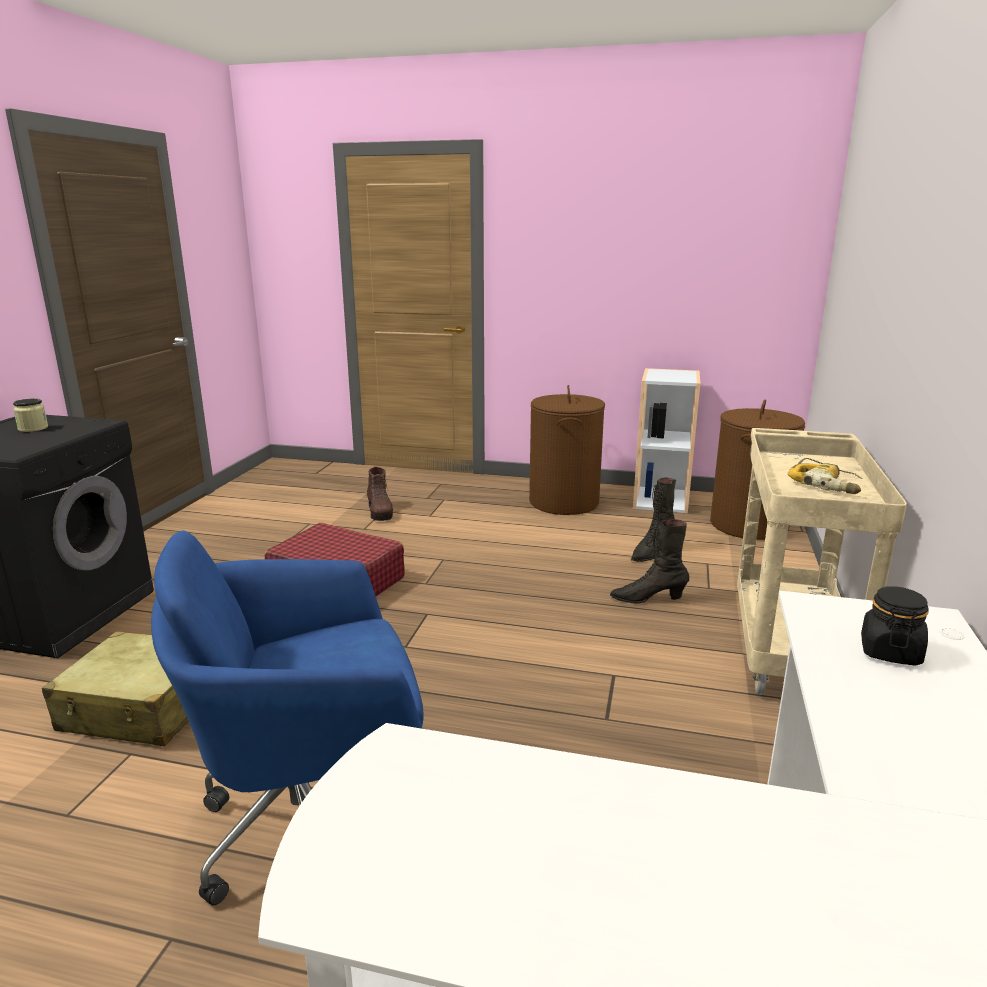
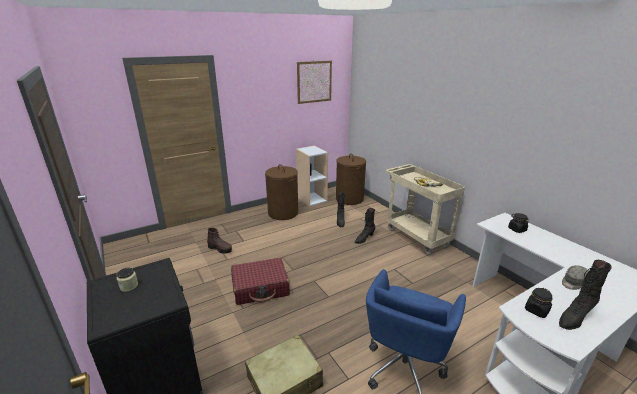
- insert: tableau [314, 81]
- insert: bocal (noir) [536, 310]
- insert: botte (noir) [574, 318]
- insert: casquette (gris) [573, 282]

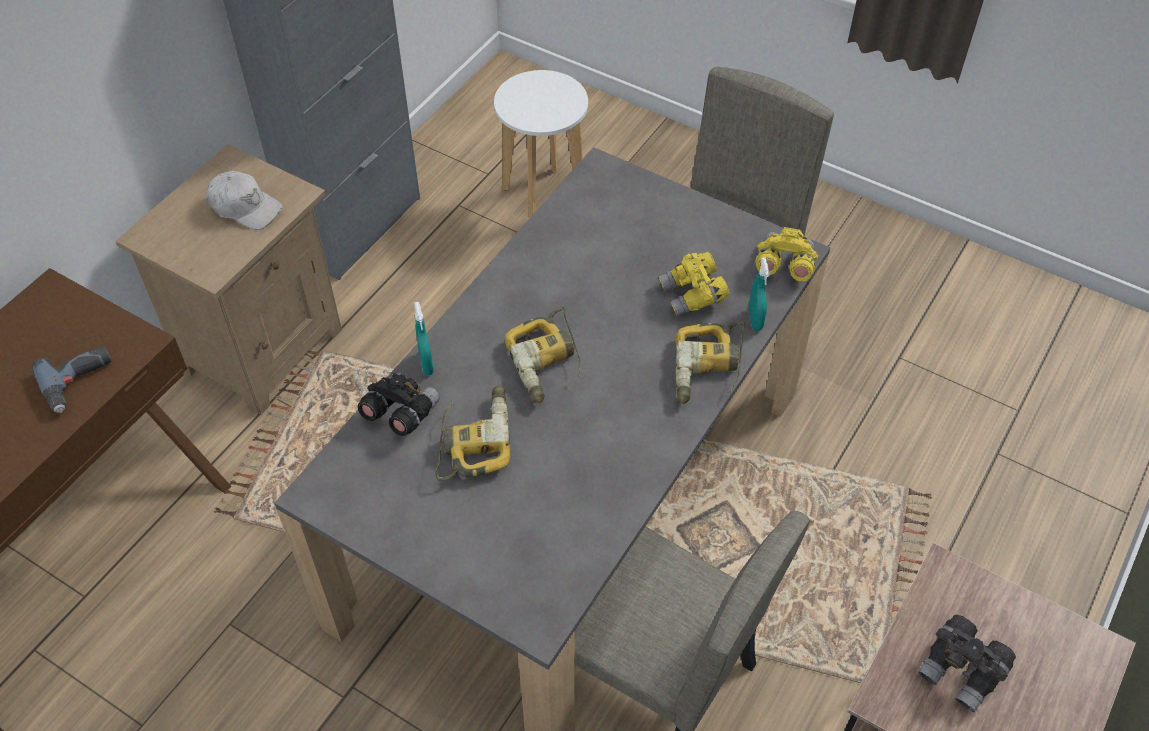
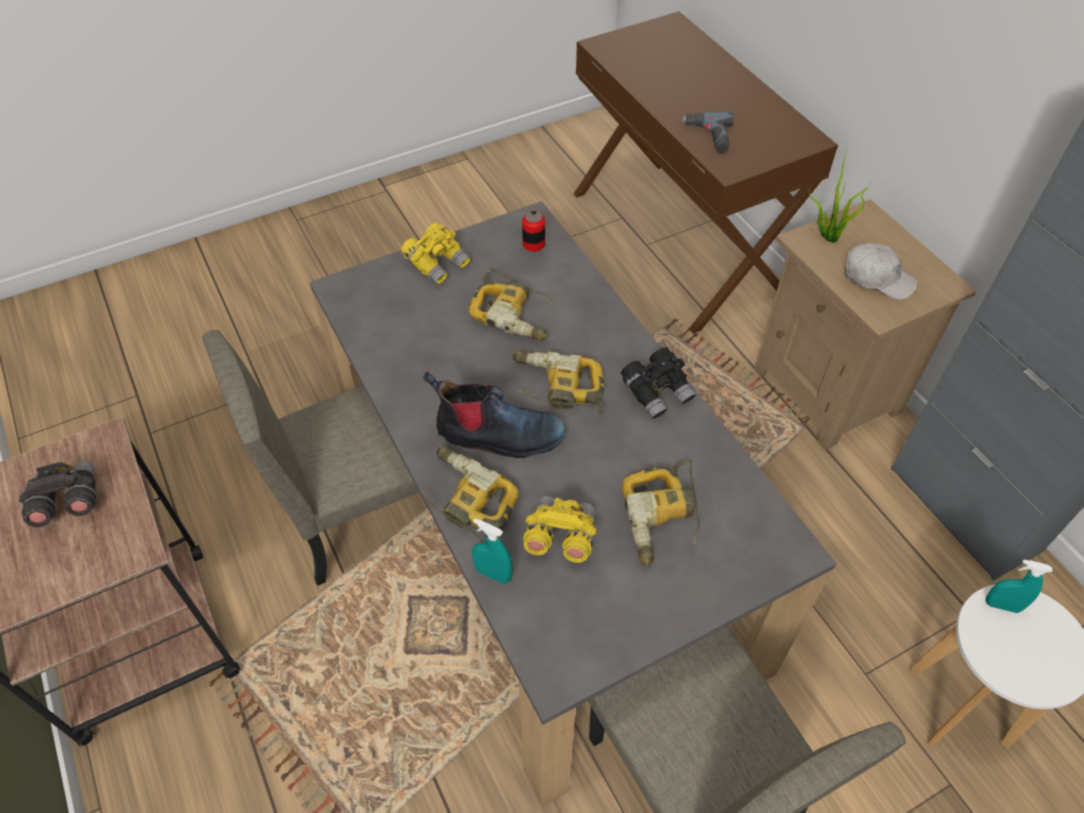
- rotate: casquette (blanc) [245, 207] = [877, 278] 120 degrees counterclockwise
- move: jumelles (noir) [400, 413] to [657, 392]
- move: vaporisateur (turquoise) [426, 364] to [1002, 605]
- move: jumelles (jaune) [783, 266] to [437, 263]
- insert: botte [498, 436]
- insert: boîte métallique [533, 244]
- insert: perceuse [663, 518]
- insert: plante en pot [828, 236]

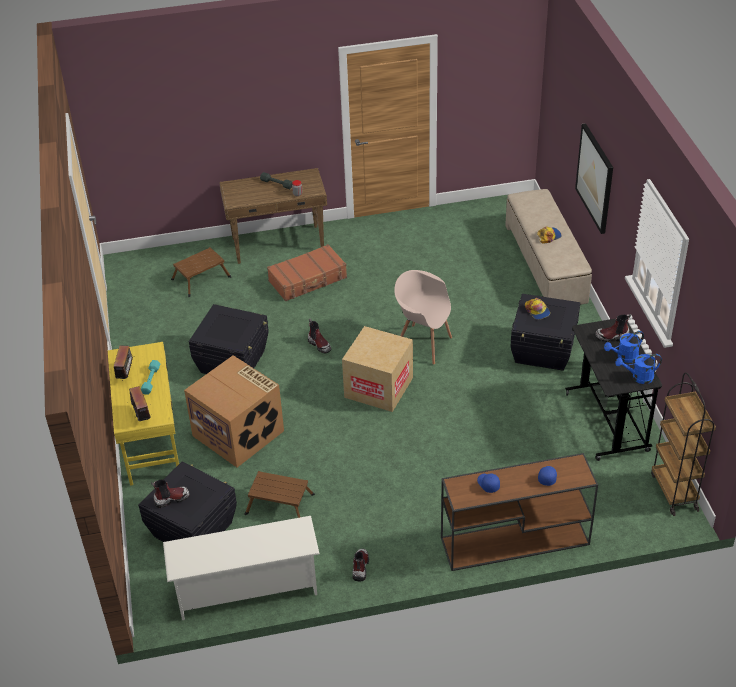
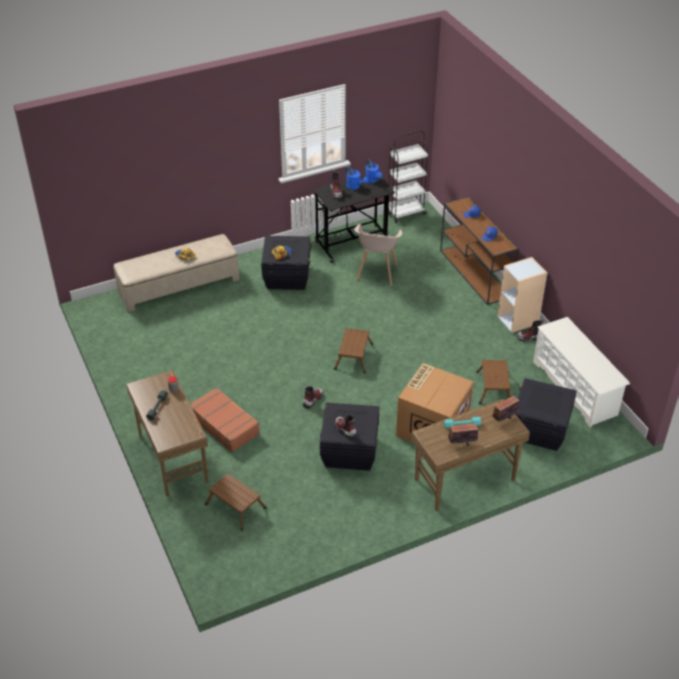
- recolor: table console (jaune) [151, 443] to table console (marron) [464, 480]
- move: botte [171, 499] to [345, 430]
- replace: carton [378, 387] to escabeau (marron) [353, 356]
- move: chaise (beige) [422, 344] to [377, 273]
- delete: tableau [595, 178]
- recolor: chariot (marron) [674, 492] to chariot (blanc) [405, 214]
- insert: bibliothèque [518, 320]

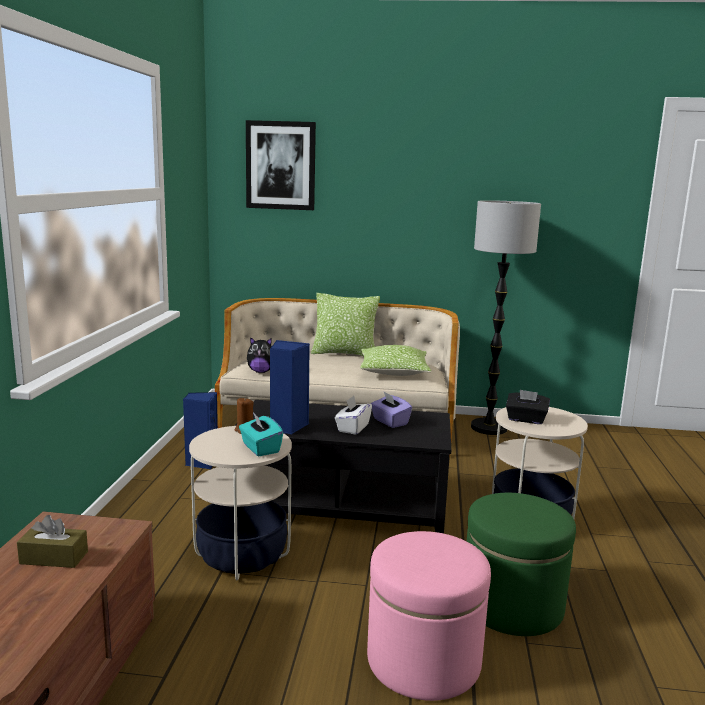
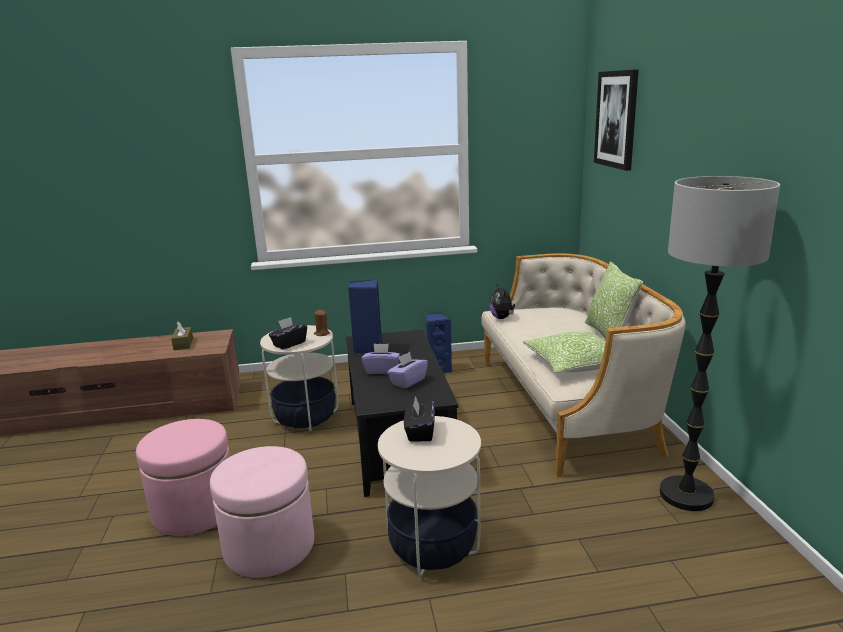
- recolor: boîte à mouchoirs (turquoise) [260, 448] to boîte à mouchoirs (noir) [289, 344]
- recolor: boîte à mouchoirs (blanc) [352, 428] to boîte à mouchoirs (violet) [382, 370]
- recolor: pouf (vert) [512, 605] to pouf (rose) [269, 546]

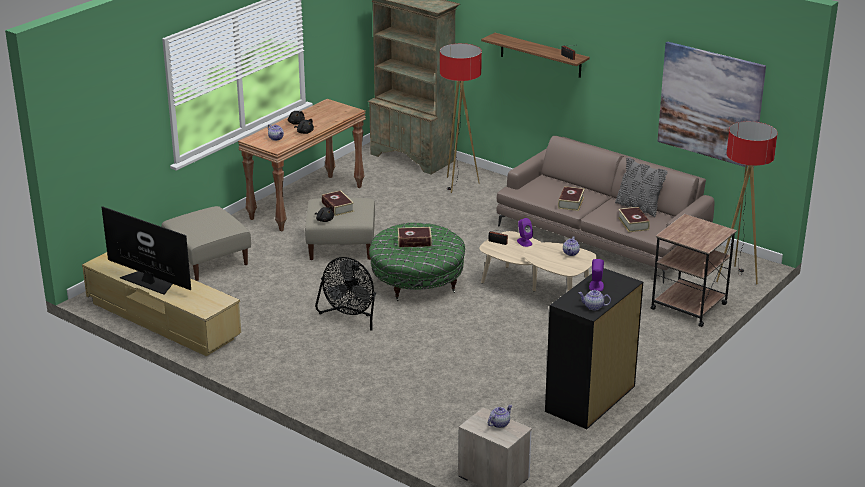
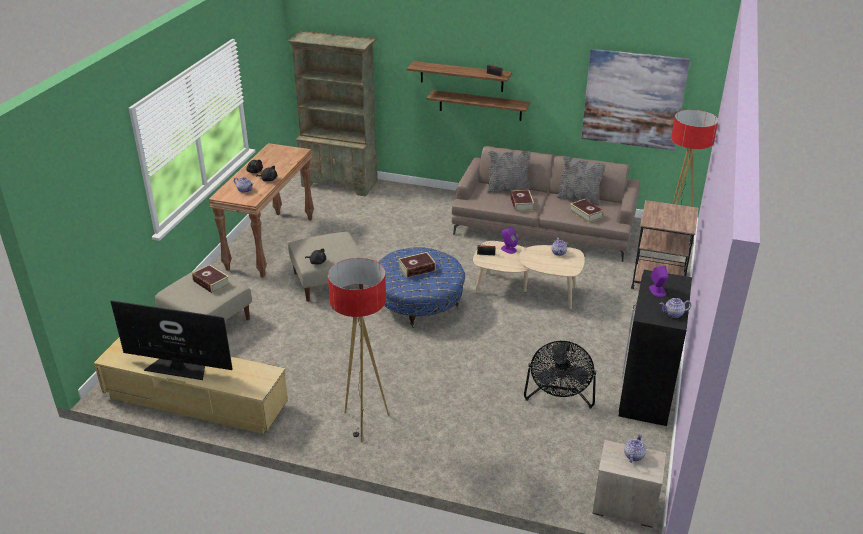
- move: ventilateur (noir) [350, 315] to [556, 394]
- move: livre [337, 207] to [211, 283]
- recolor: pouf (vert) [417, 282] to pouf (bleu) [419, 304]
- move: lampadaire [459, 184] to [365, 423]
- insert: étagère [480, 105]
- insert: coussin (gris) [508, 190]

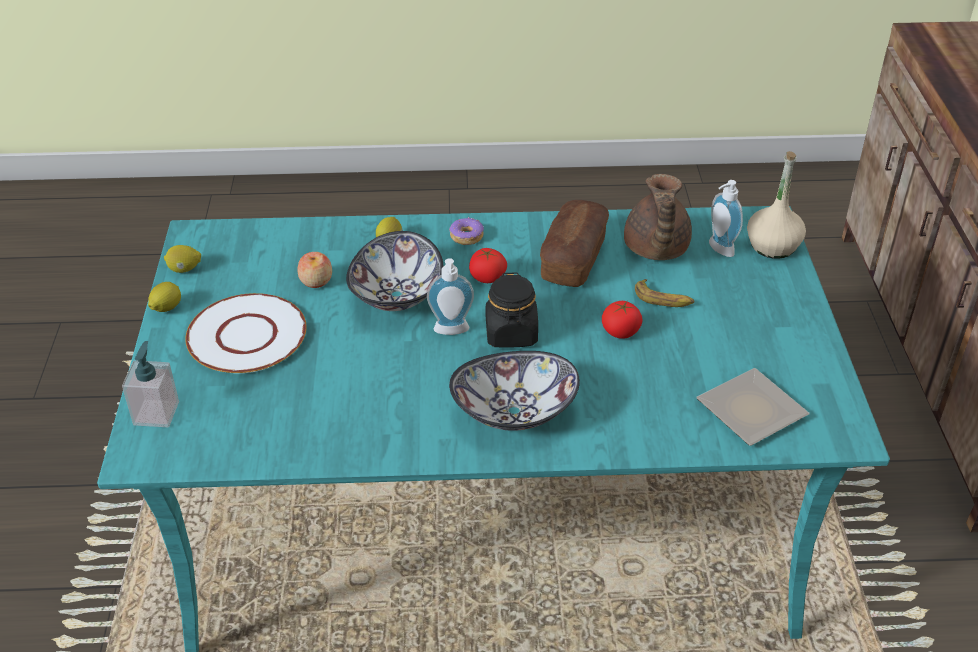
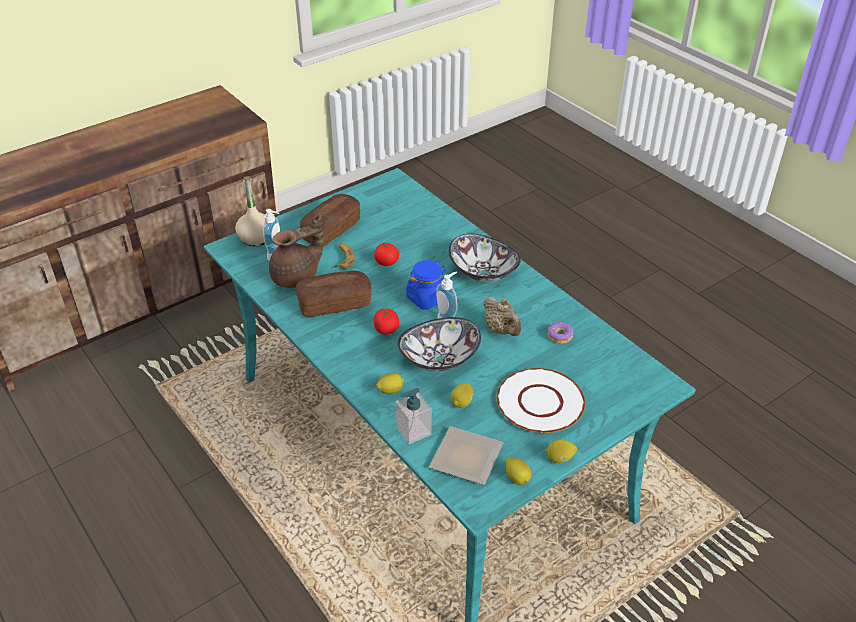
- move: distributeur de savon [156, 413] to [413, 431]
- replace: pomme [316, 281] to citron [462, 402]
- move: beignet [466, 236] to [560, 336]
- recolor: bocal (noir) [511, 334] to bocal (bleu) [427, 298]
- move: assiette [751, 413] to [469, 457]
- insert: pain [331, 230]
- insert: théière (beige) [502, 330]

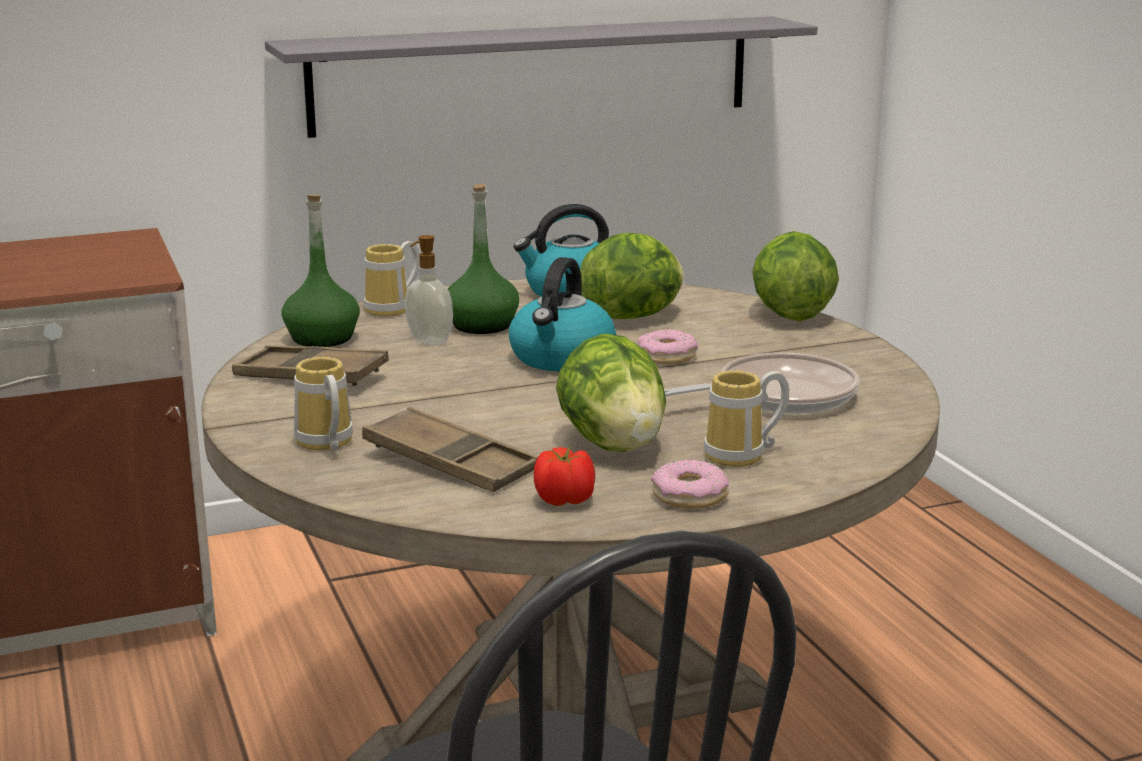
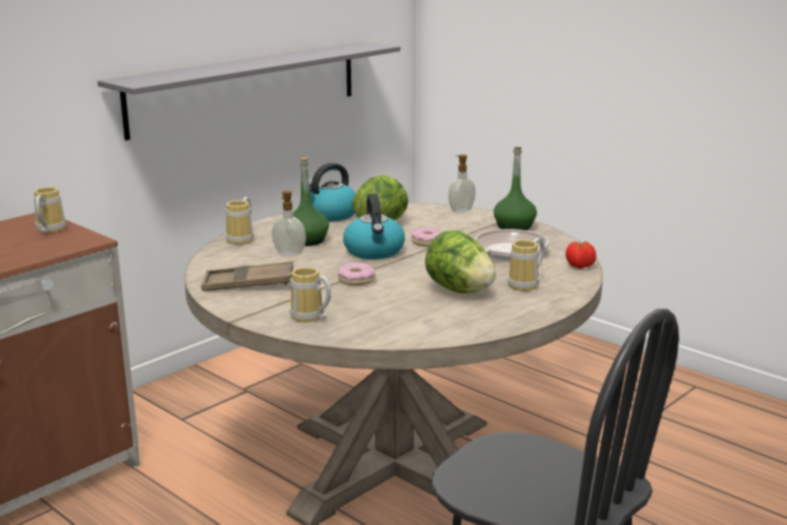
- move: bouteille (vert) [322, 338] to [514, 227]
- delete: plateau (marron) [450, 462]
- move: tomate [565, 500] to [580, 266]
- move: beignet [690, 496] to [356, 280]
- replace: laitue [789, 315] to distributeur de savon [461, 211]
- insert: mug [48, 230]

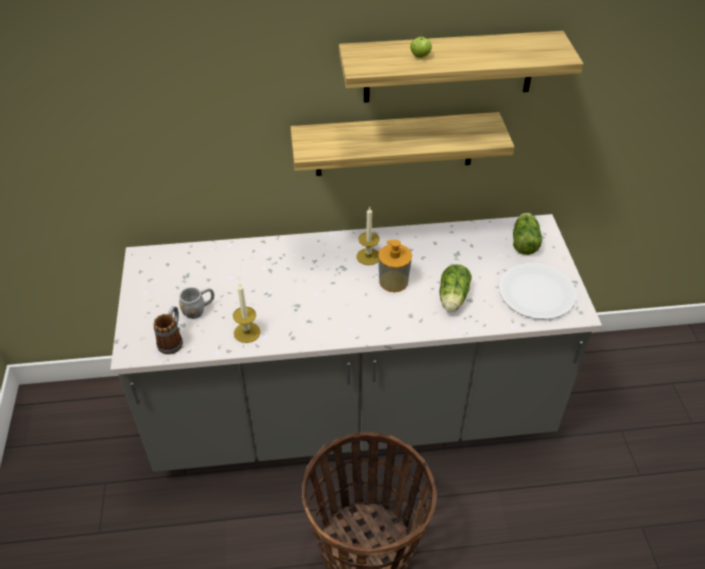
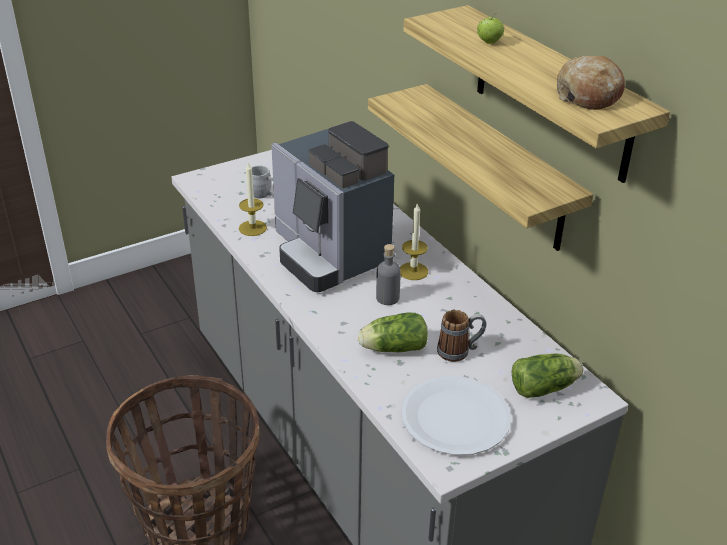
- move: mug [173, 340] to [460, 351]
- replace: distributeur de savon [393, 281] to bouteille (gris) [387, 298]
- insert: machine à café [328, 254]
- insert: pain [588, 96]

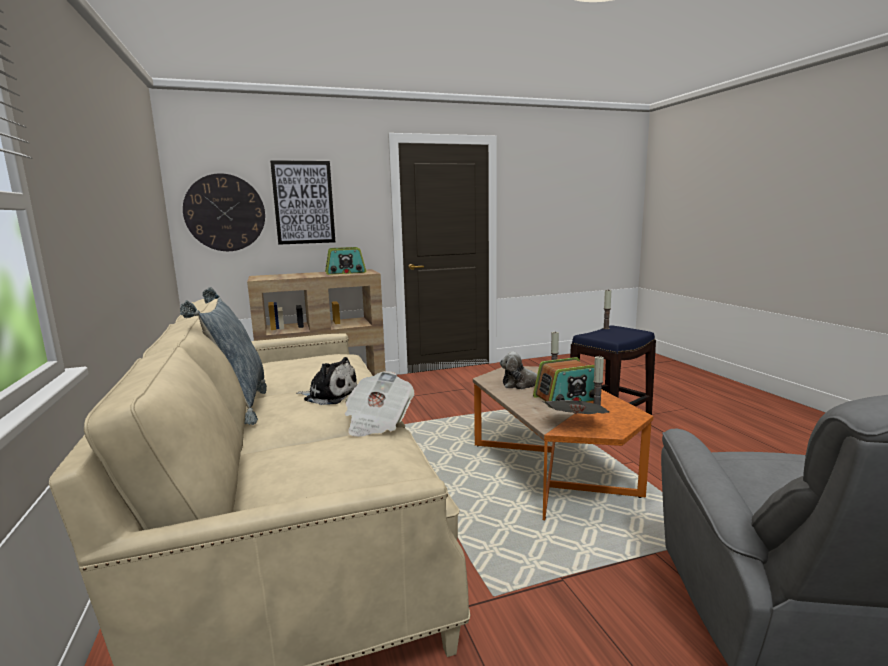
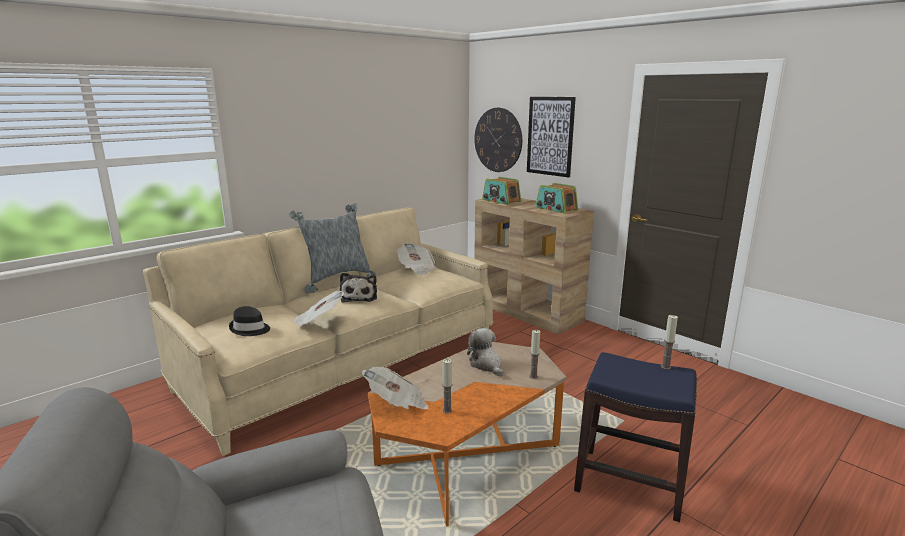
- move: radio [567, 398] to [501, 201]
- insert: chapeau (noir) [250, 329]
- insert: journal [417, 269]

